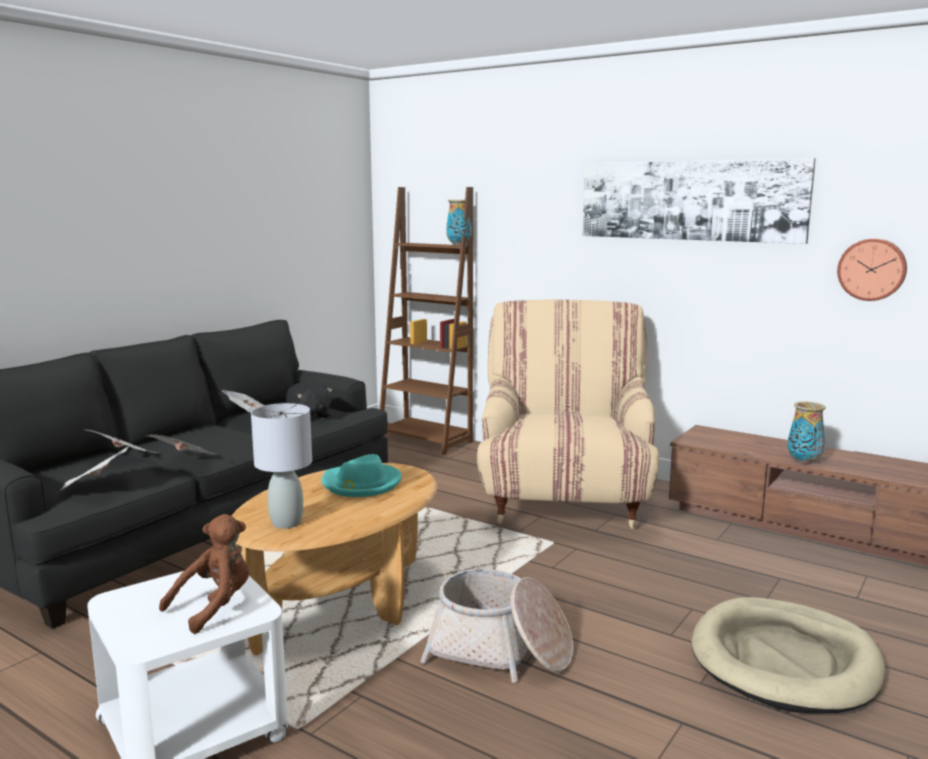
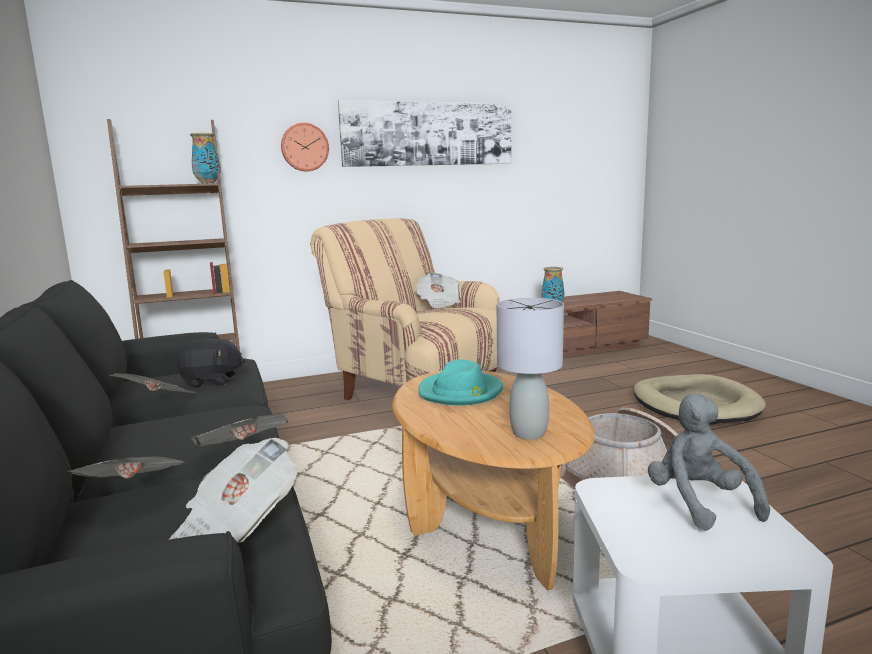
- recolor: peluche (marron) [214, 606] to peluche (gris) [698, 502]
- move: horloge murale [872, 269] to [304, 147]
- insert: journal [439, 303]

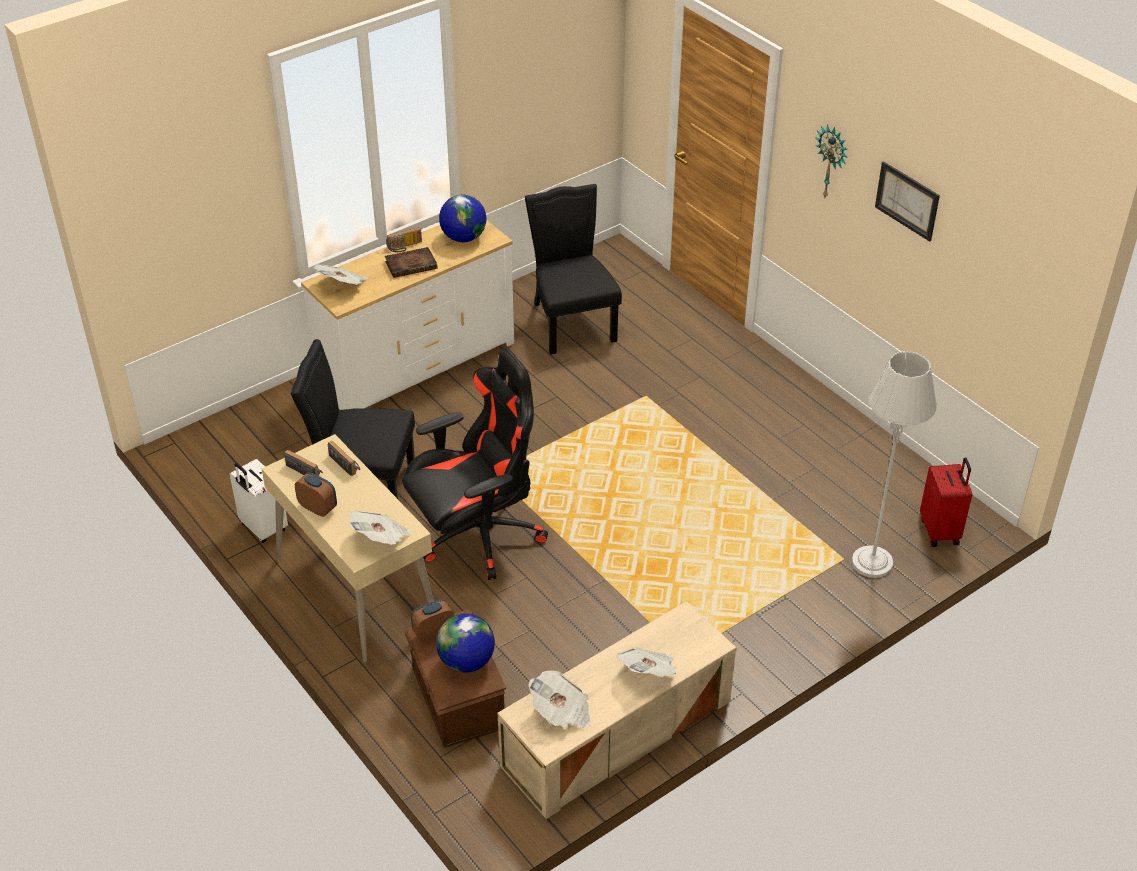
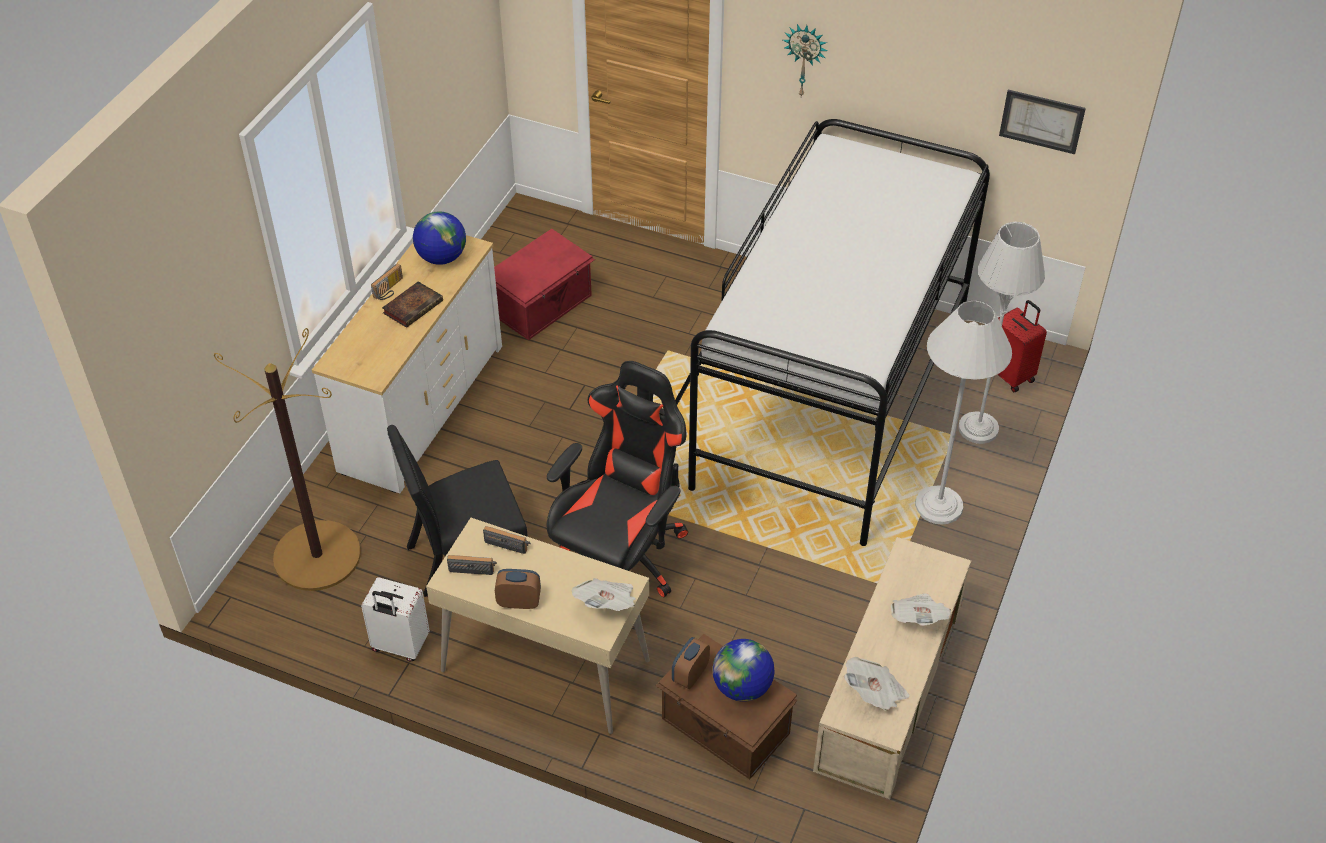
- delete: journal [343, 285]
- replace: chaise (noir) [572, 324] to boîte de rangement (rouge) [543, 305]
- move: tableau [907, 200] to [1041, 121]
- insert: portant (marron) [317, 556]
- insert: lit (noir) [826, 403]
- insert: lampadaire (blanc) [939, 505]

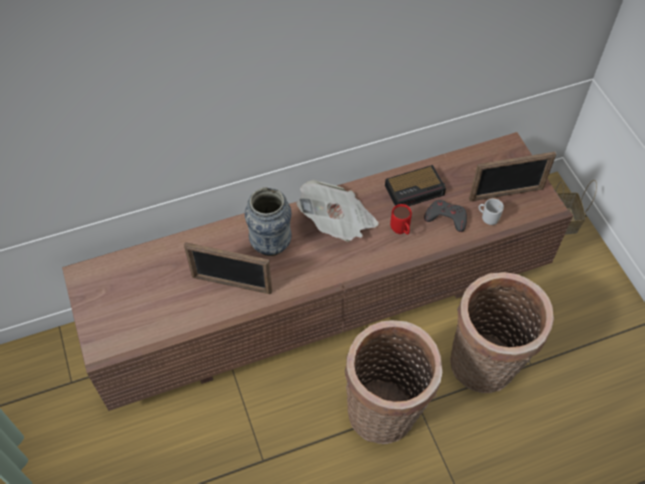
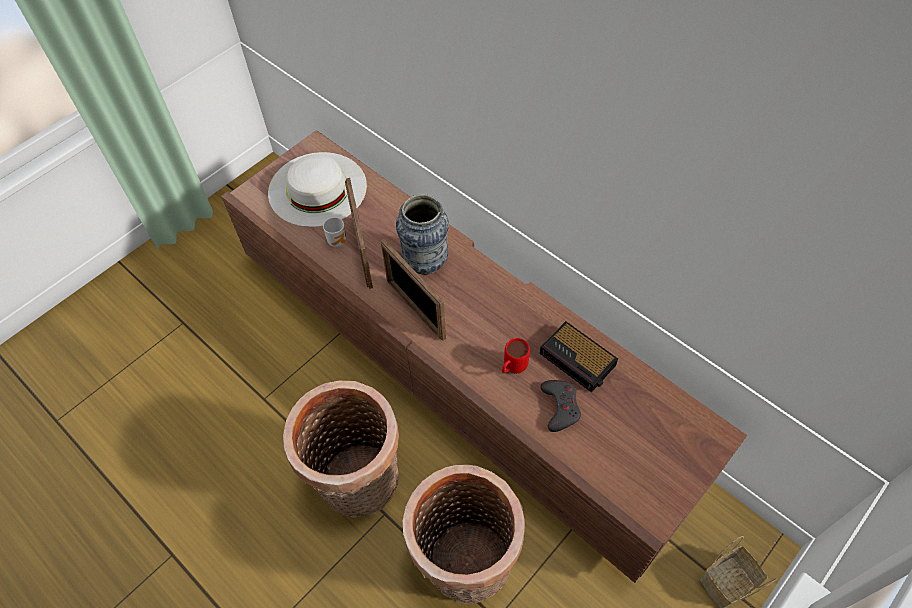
- delete: journal [338, 223]
- move: cadre photo [506, 194] to [415, 309]
- move: mug [489, 219] to [338, 241]
- insert: chapeau (blanc) [317, 189]

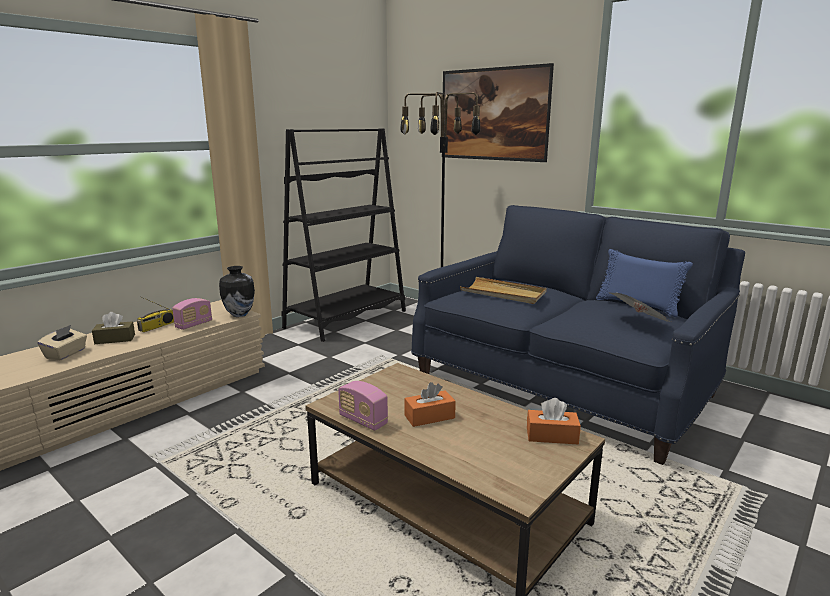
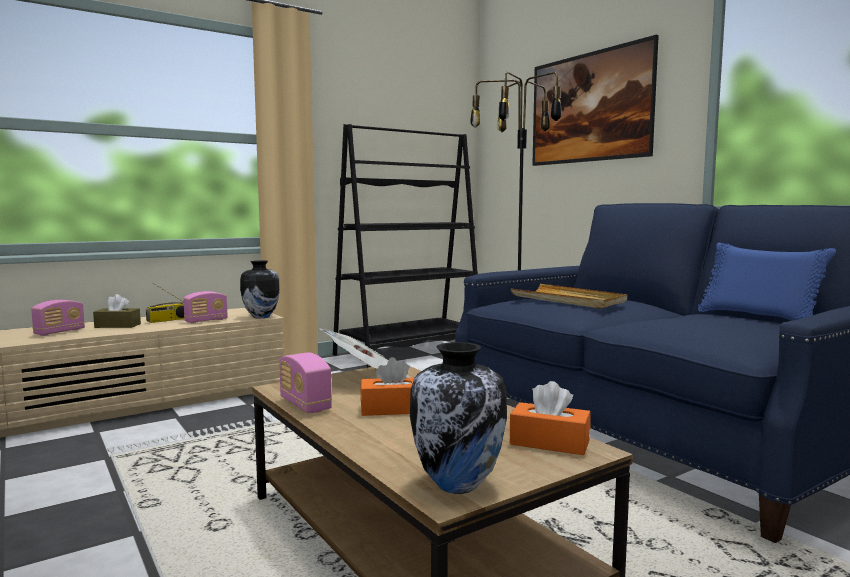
- replace: boîte à mouchoirs (beige) [66, 354] to radio [59, 332]
- move: journal [640, 323] to [368, 378]
- insert: vase [459, 485]

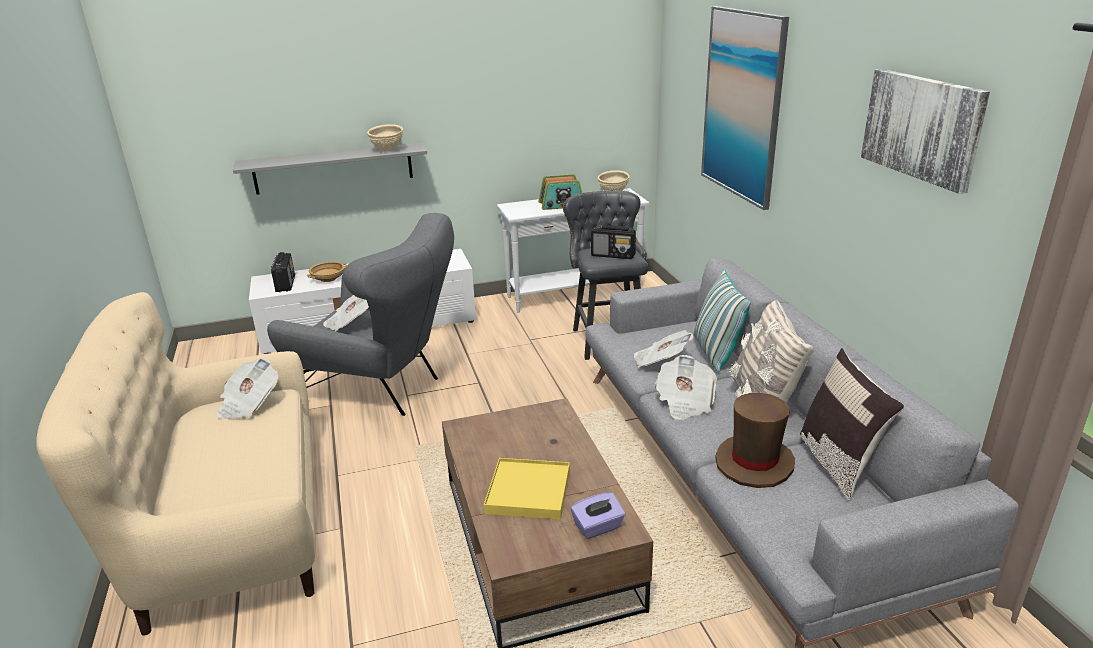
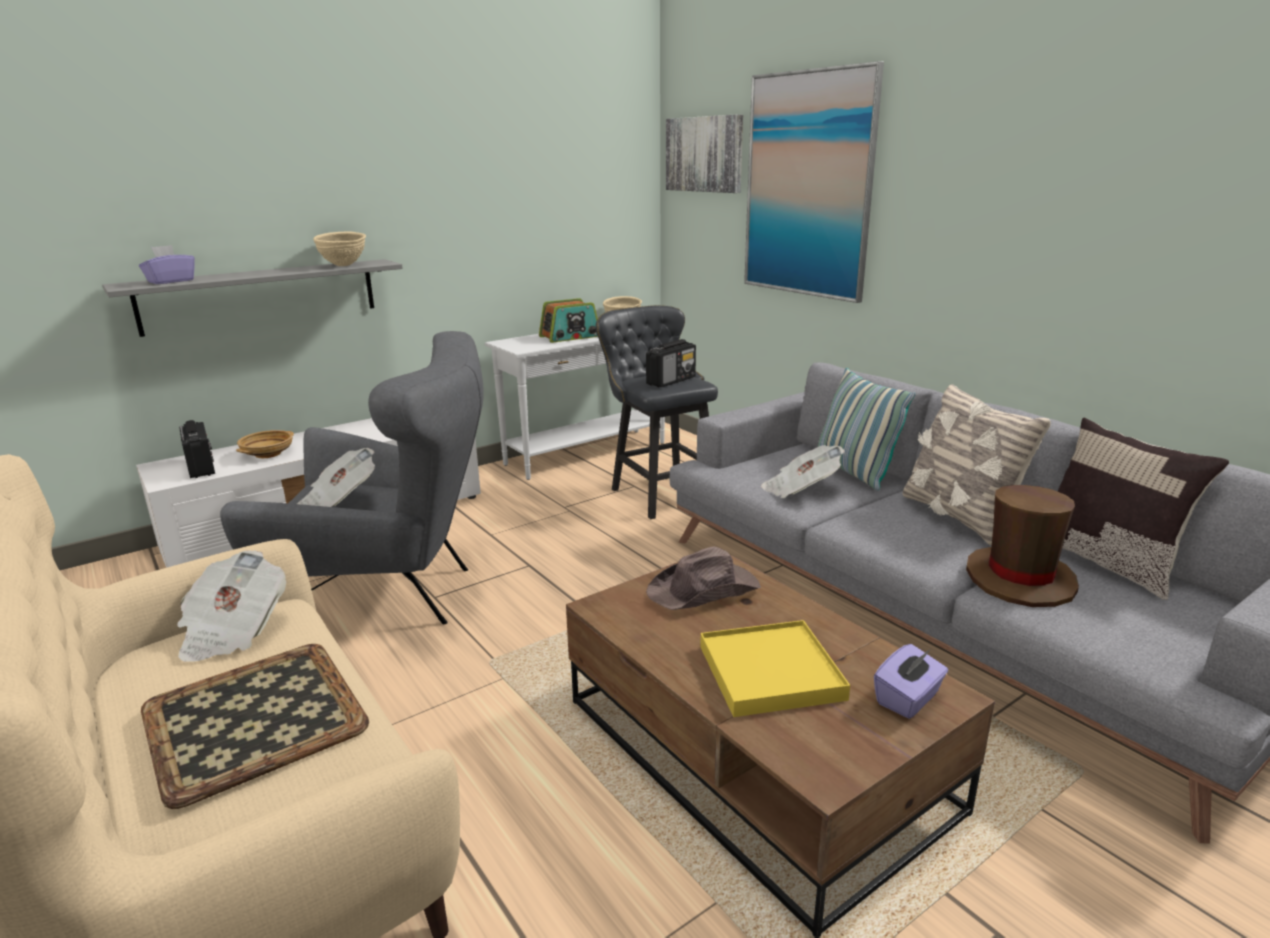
- rotate: radio [613, 255] = [671, 381] 45 degrees counterclockwise
- delete: journal [684, 402]
- move: tableau [922, 127] to [704, 154]
- insert: boîte à mouchoirs (violet) [171, 281]
- insert: plateau [252, 718]
- insert: chapeau (marron) [704, 590]

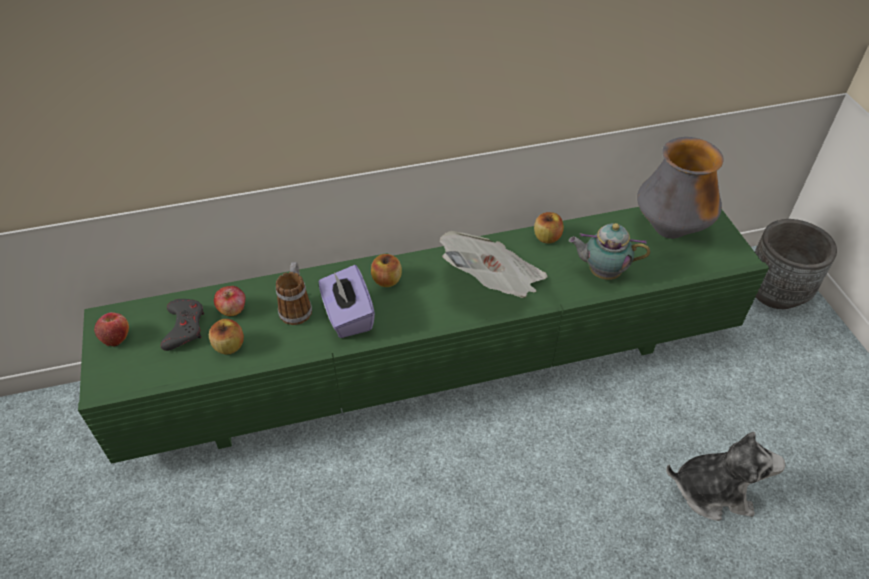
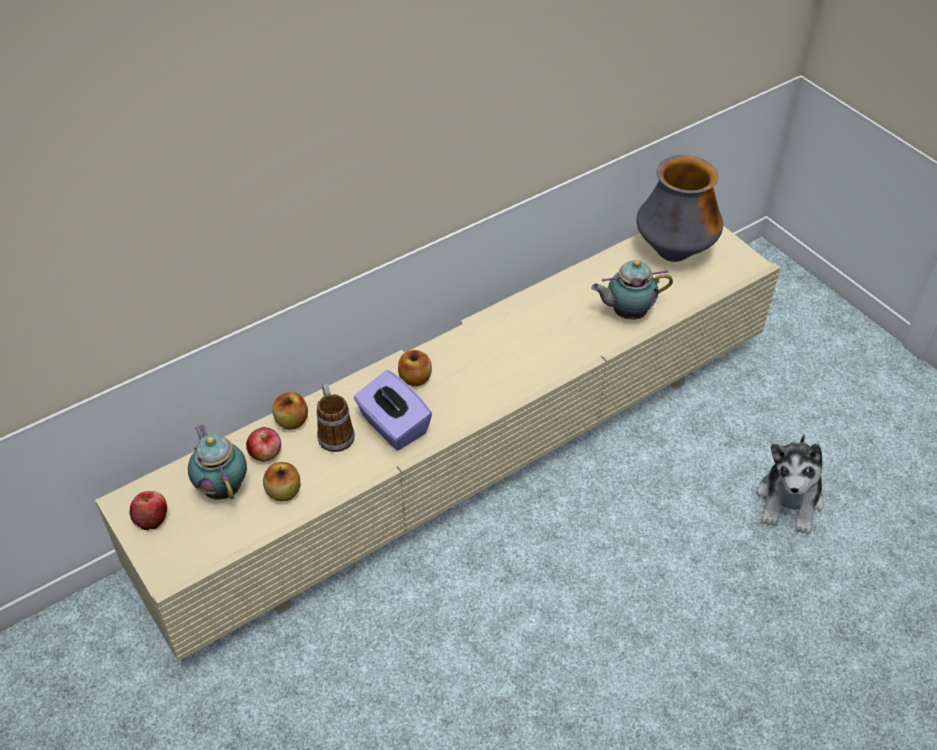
- recolor: meuble télé (vert) [434, 360] to meuble télé (beige) [467, 454]
- replace: manette (gris) [184, 327] to théière [222, 486]
- delete: journal [493, 283]
- move: pomme [547, 237] to [292, 421]
- rotate: peluche [712, 491] = [789, 500] 120 degrees clockwise
- delete: cache-pot (gris) [775, 292]

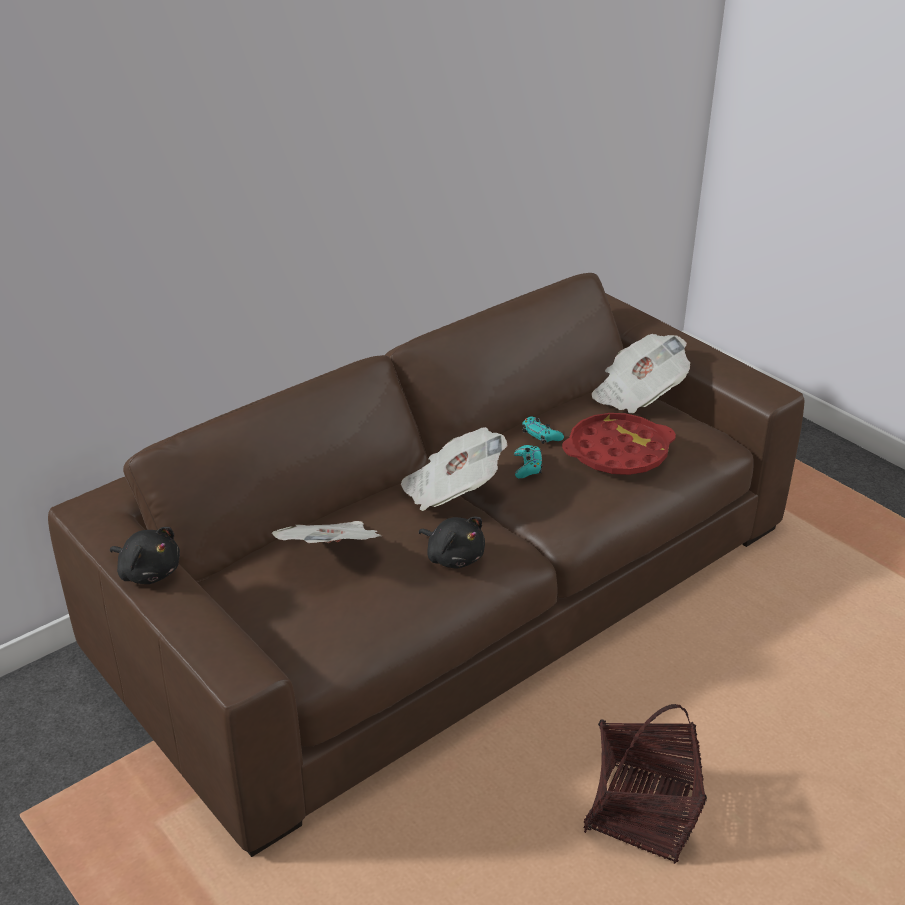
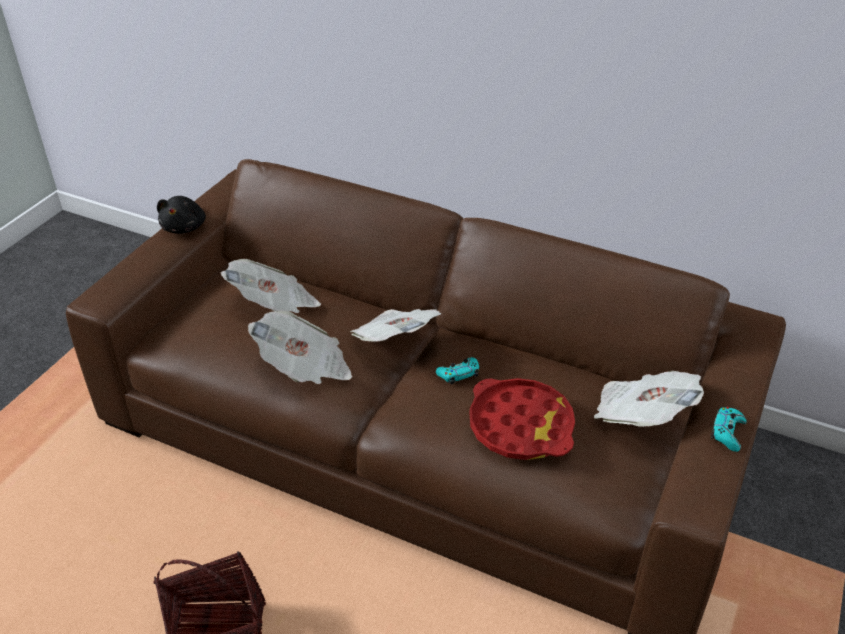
- replace: peluche (noir) [453, 556] to journal [305, 368]
- move: manette (turquoise) [541, 435] to [727, 432]

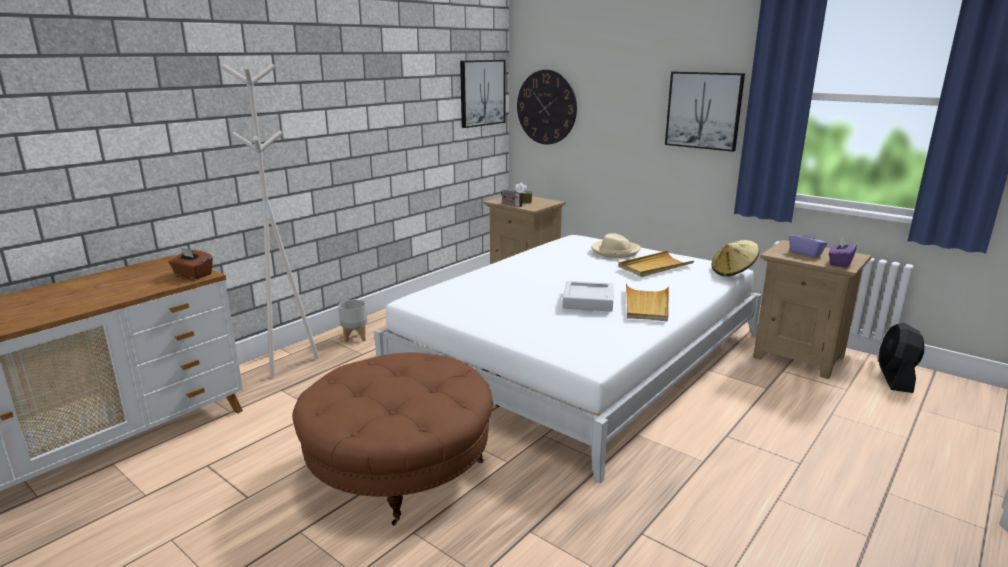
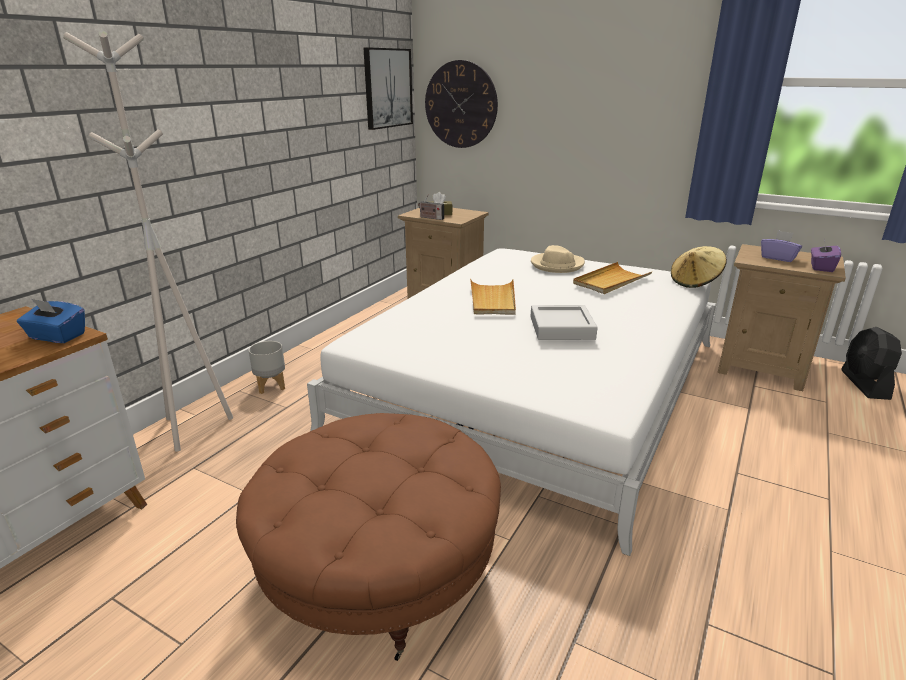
- recolor: boîte à mouchoirs (marron) [193, 275] to boîte à mouchoirs (bleu) [57, 337]
- move: plateau (beige) [646, 305] to [492, 300]
- delete: tableau [703, 110]

